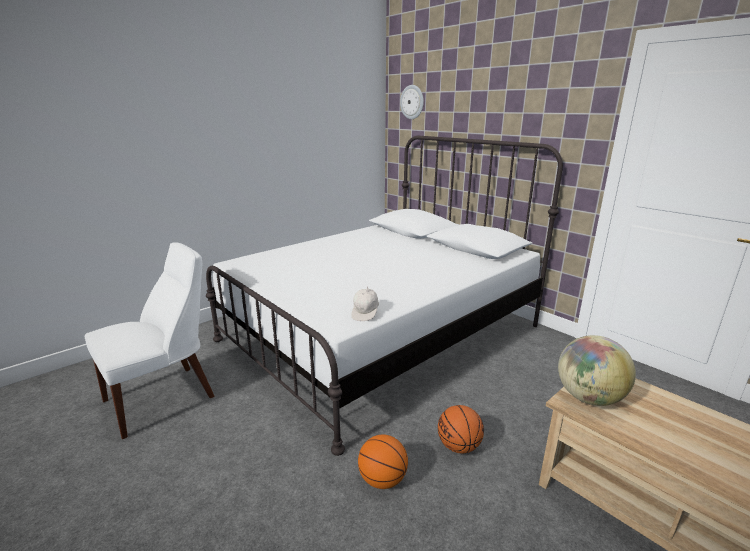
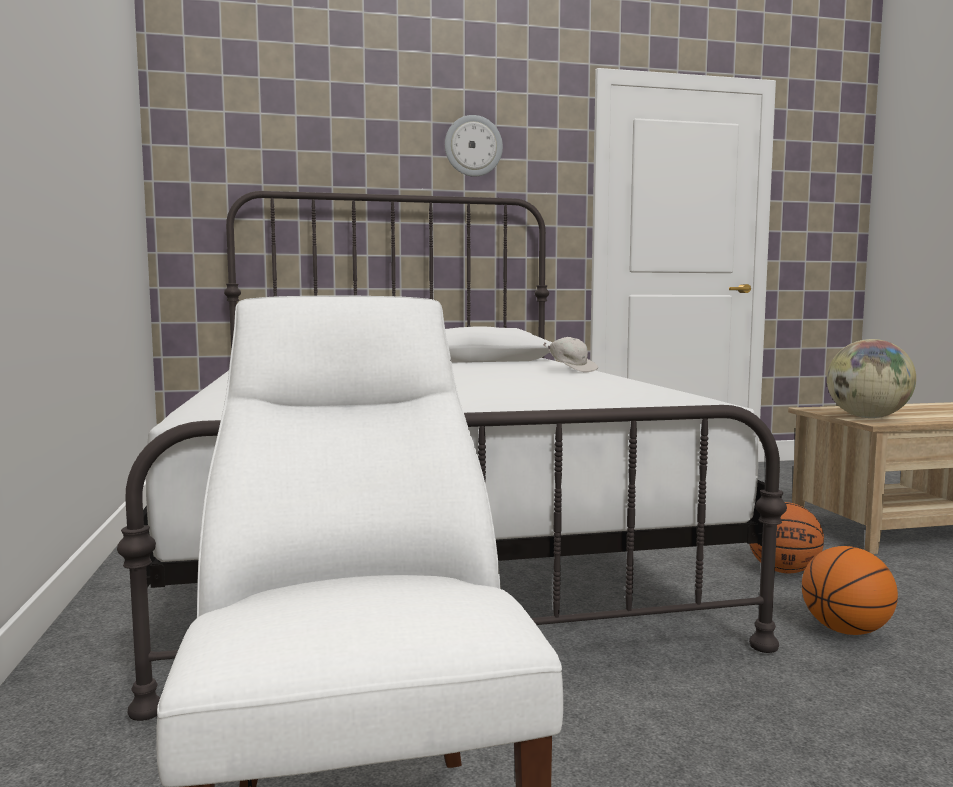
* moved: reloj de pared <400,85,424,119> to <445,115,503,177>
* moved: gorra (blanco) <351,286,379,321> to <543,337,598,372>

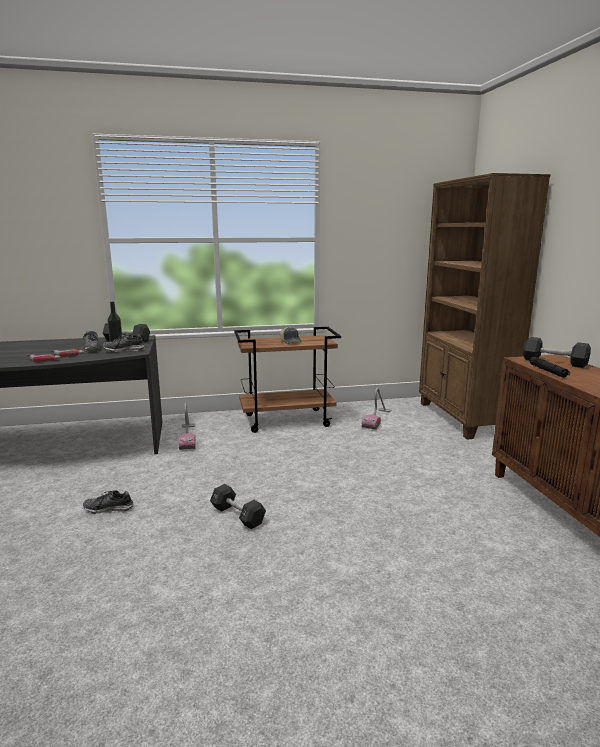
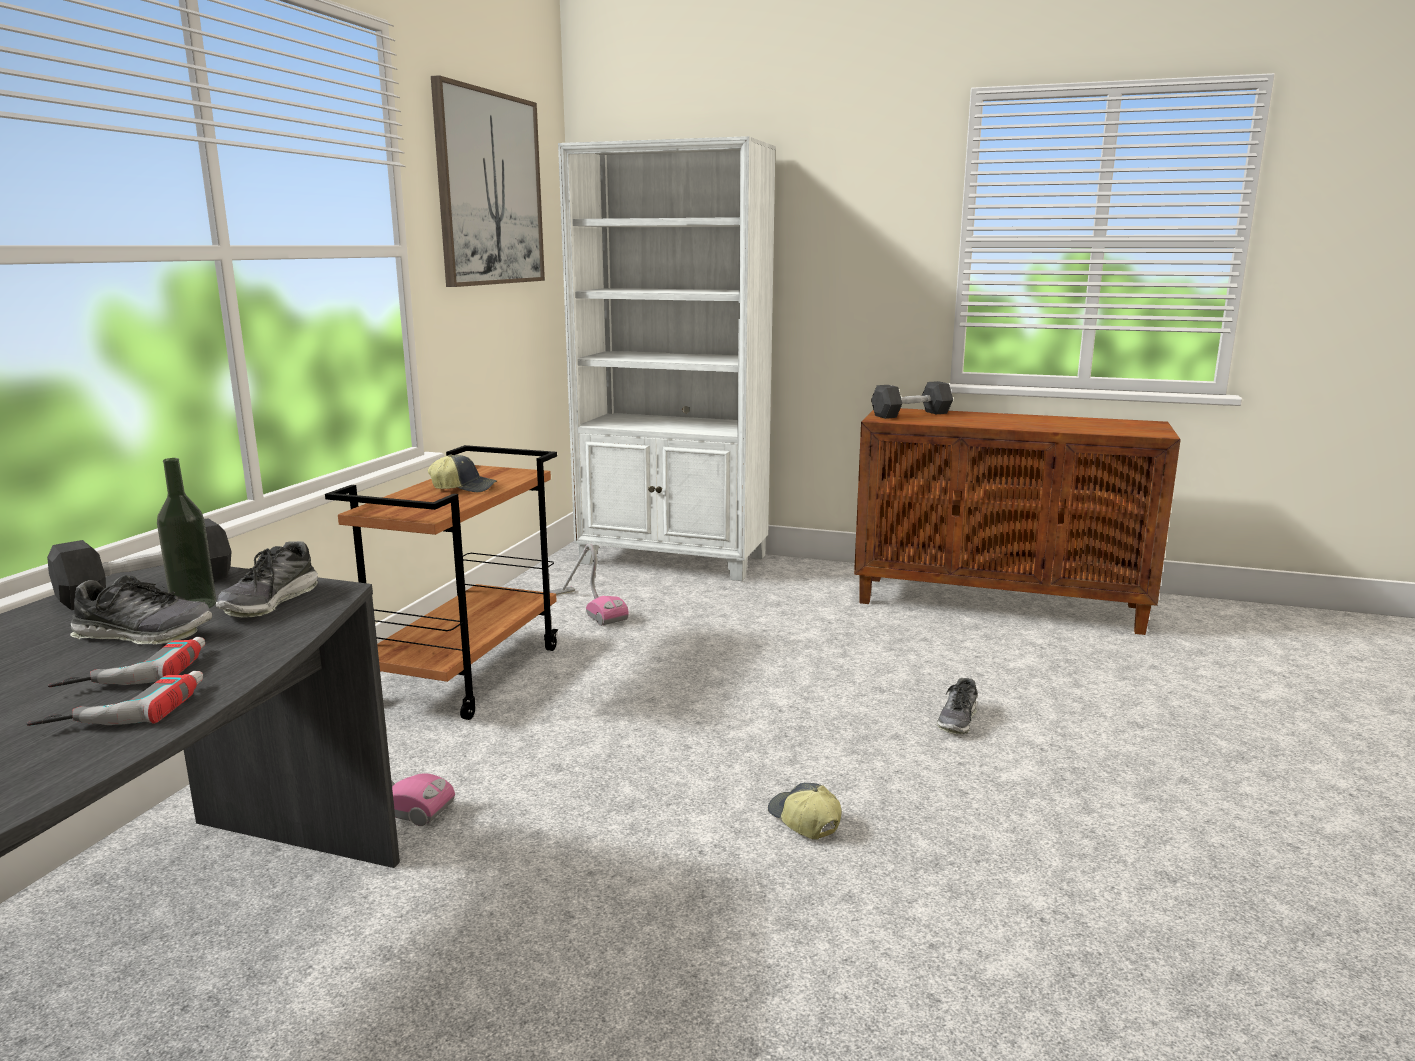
* recoloured: estantería (marrón) <419,173,550,440> to estantería (blanco) <558,136,776,581>
* removed: linterna (negro) <530,357,570,378>
* replaced: mancuerna (negro) <210,484,266,529> to gorra <768,783,842,840>
* moved: zapato <83,490,134,514> to <937,678,978,734>
* added: cuadro <431,75,545,287>

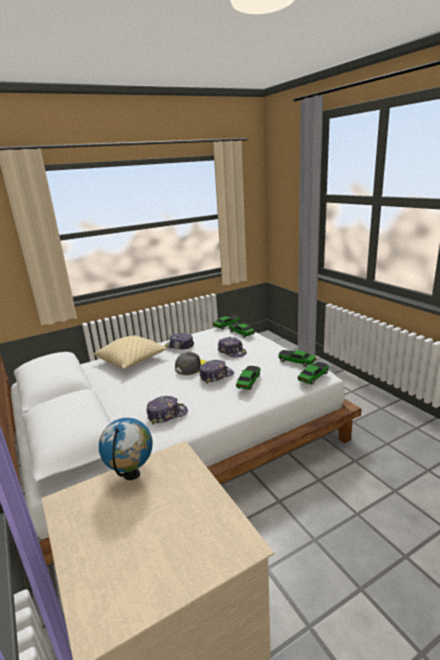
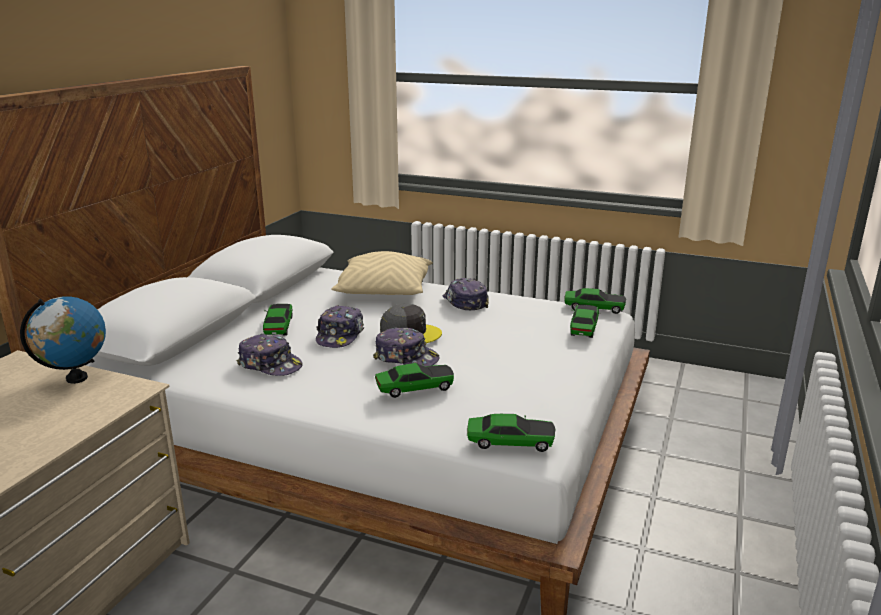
* moved: gorra <217,337,247,358> to <316,305,364,348>
* moved: coche de juguete <278,350,316,367> to <263,304,293,336>

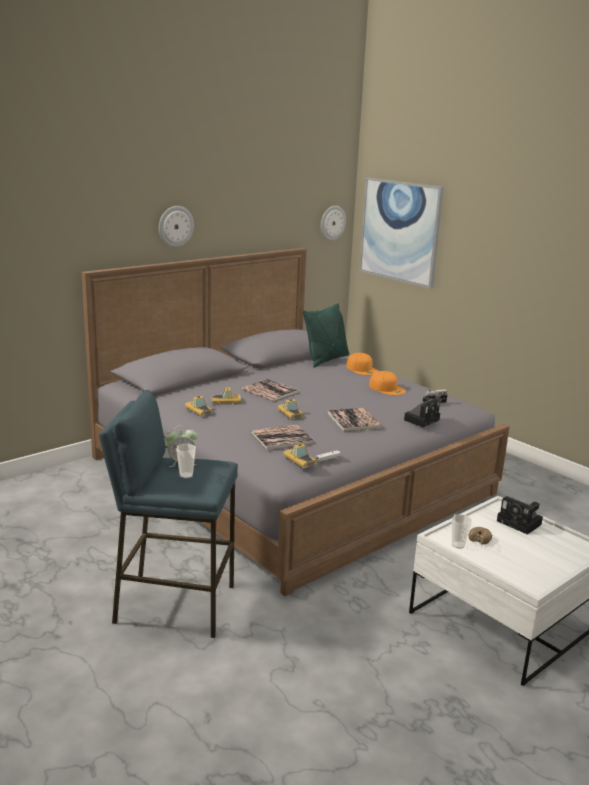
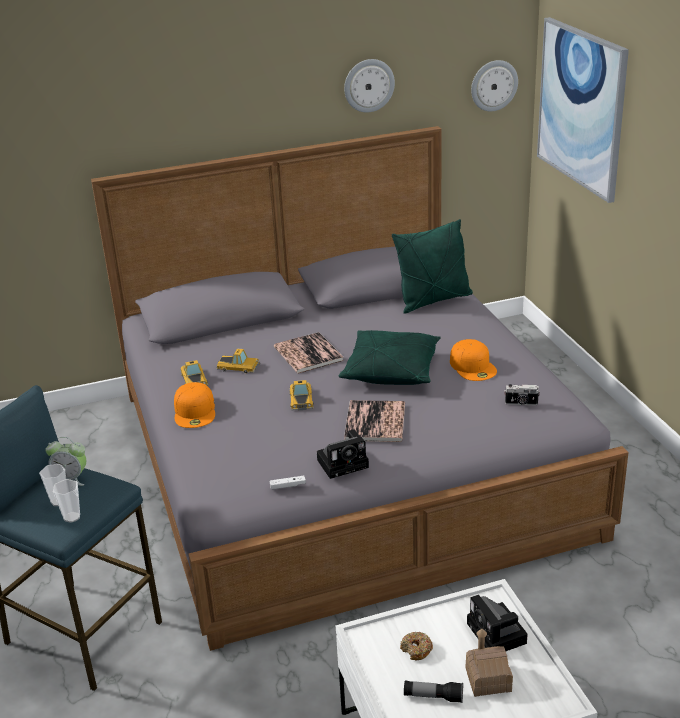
* moved: reloj de pared <159,206,194,247> to <344,59,395,112>
* moved: gorra (naranja) <346,353,378,375> to <174,382,215,428>
* moved: cámara <404,396,440,427> to <317,429,369,479>
* removed: libro <251,424,314,450>
* removed: coche de juguete <283,444,318,469>
* moved: taza <452,514,472,548> to <53,479,80,523>
* added: cojín (verde) <339,330,441,385>
* added: casita <466,629,513,697>
* added: linterna <404,681,463,703>

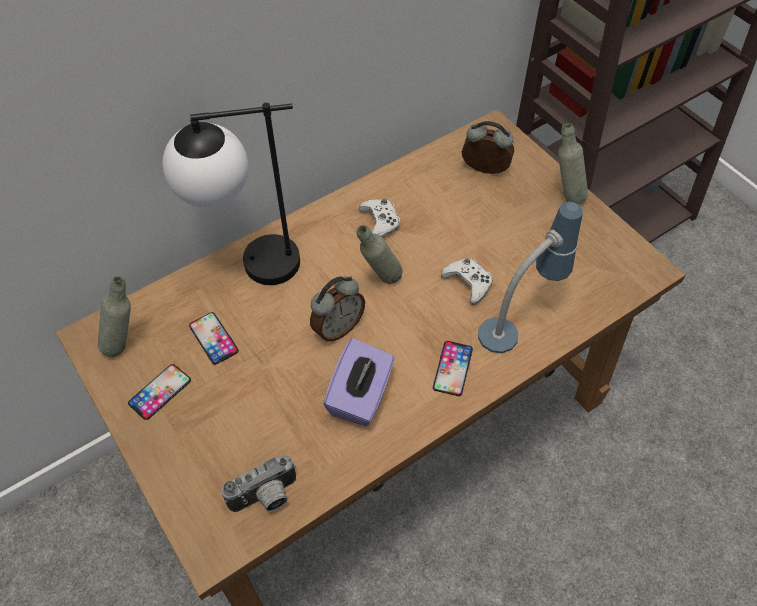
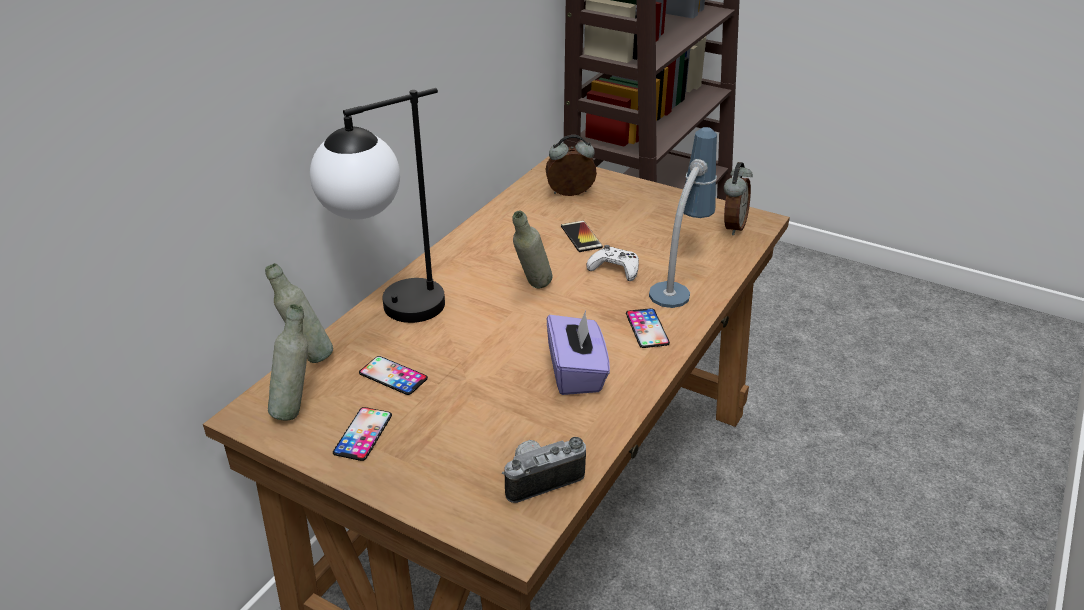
* moved: botella (gris) <558,123,588,204> to <265,263,333,363>
* removed: mando de consola (blanco) <359,199,400,238>
* moved: despertador <310,276,365,342> to <724,162,753,235>
* turned: cámara <222,455,296,512> = <502,437,586,503> 150 degrees counterclockwise
* added: móvil <561,221,603,252>

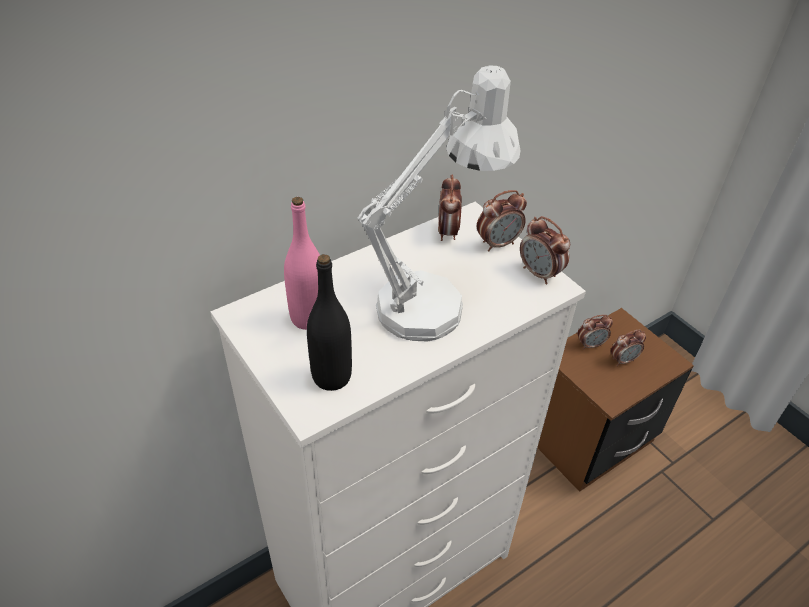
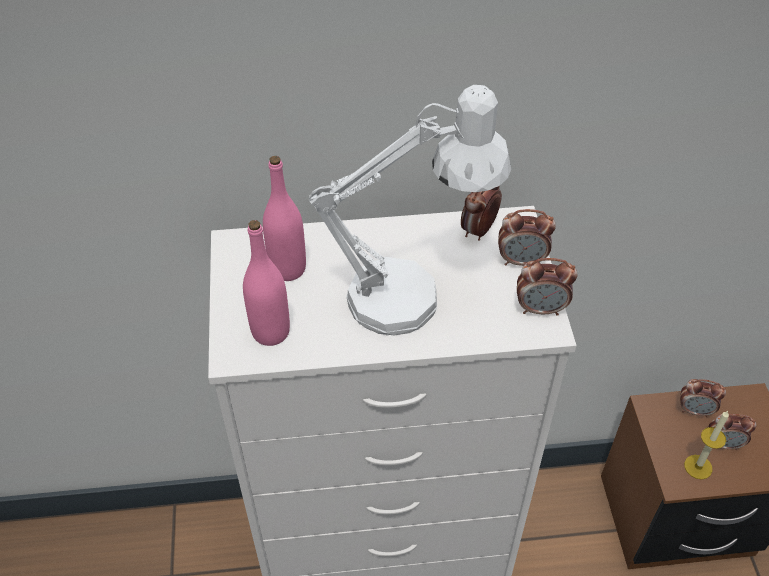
* turned: despertador <520,216,570,284> = <517,258,577,316> 75 degrees counterclockwise
* recoloured: botella (negro) <307,254,352,391> to botella (rosa) <243,220,290,346>
* added: vela <684,411,729,479>

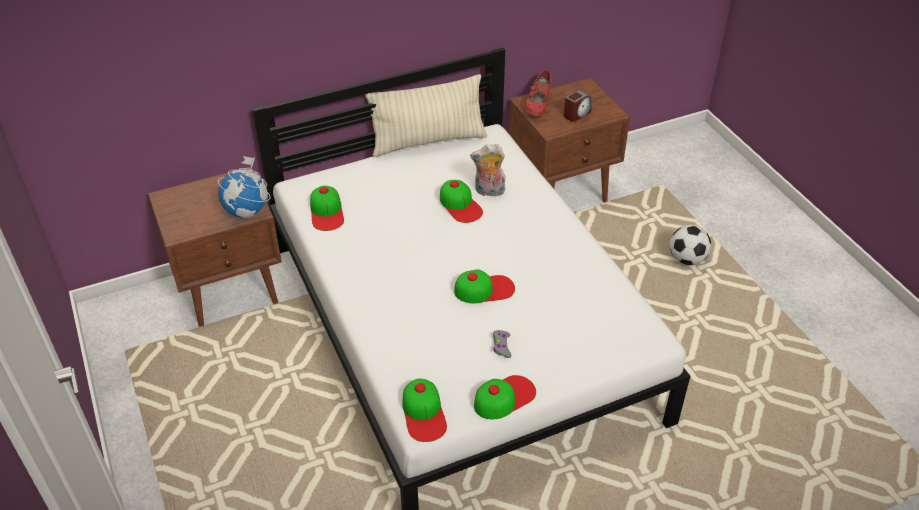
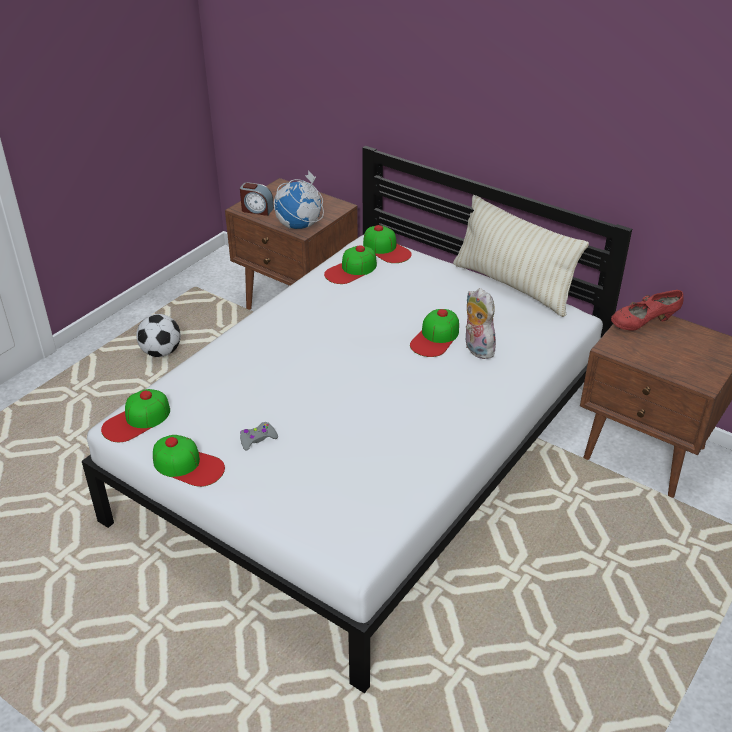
* moved: despertador <564,90,592,122> to <240,182,274,216>
* moved: balón de fútbol <670,225,711,265> to <136,314,181,357>
* moved: gorra <454,269,515,303> to <363,225,412,263>

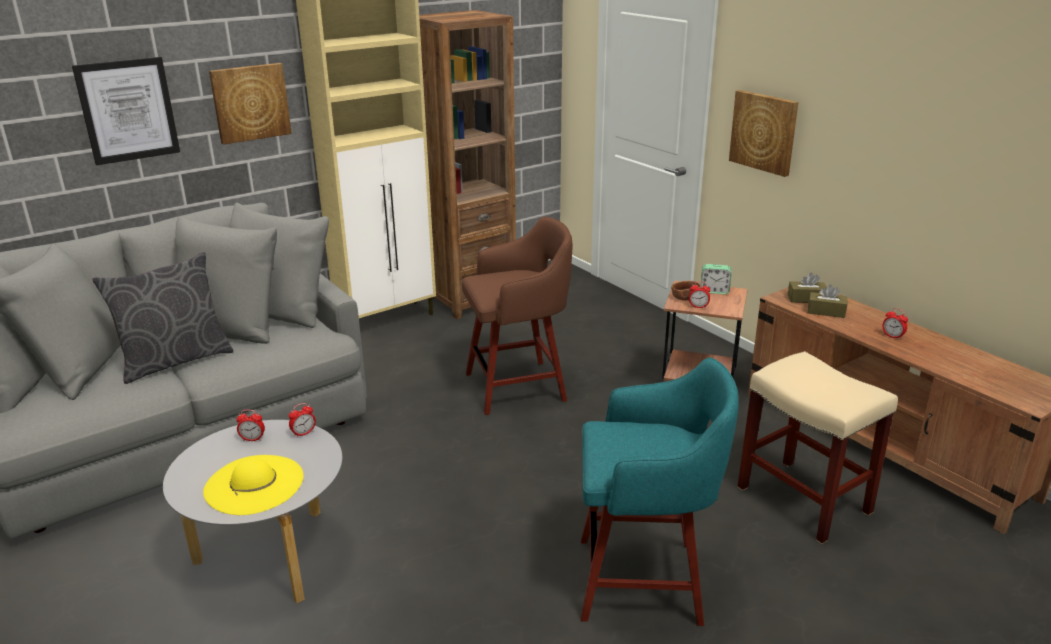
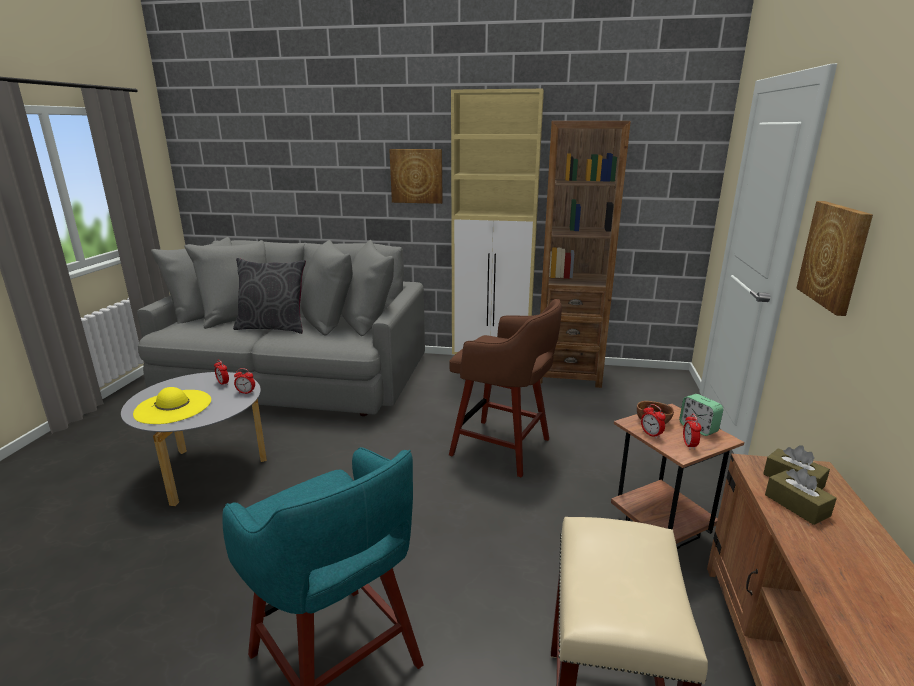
* removed: cuadro <72,57,180,165>
* moved: despertador <882,308,908,340> to <683,413,702,450>

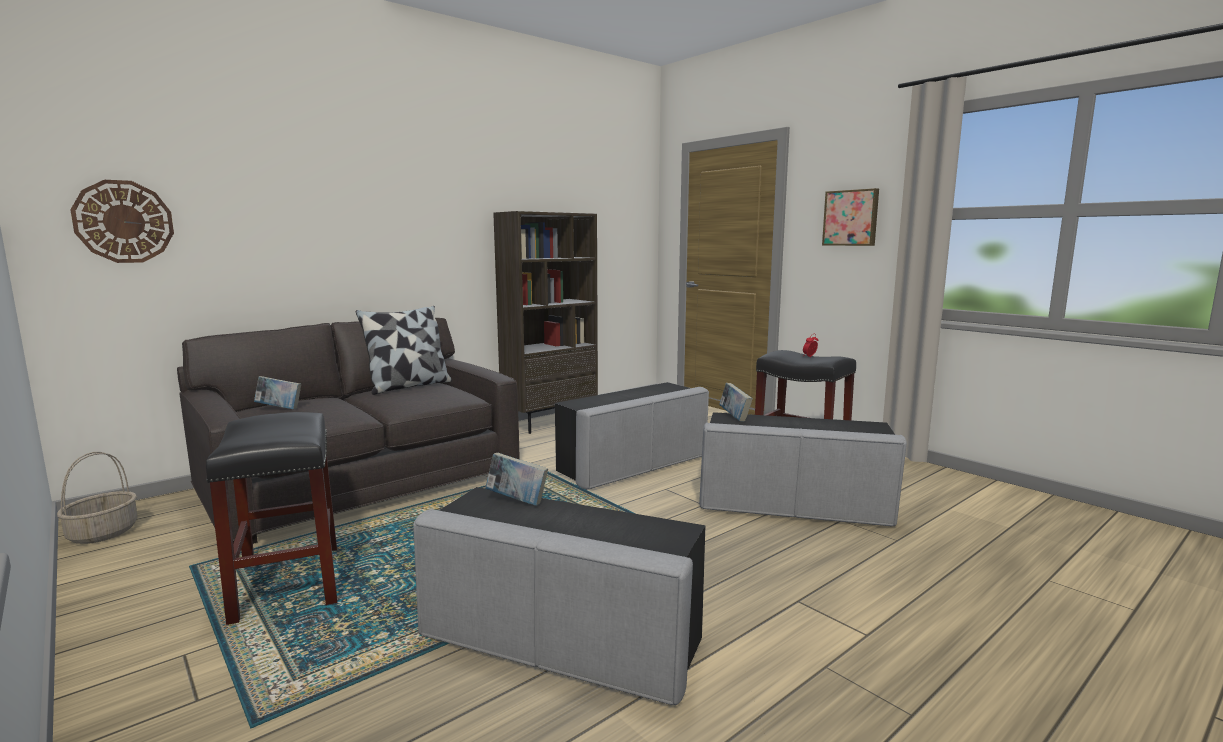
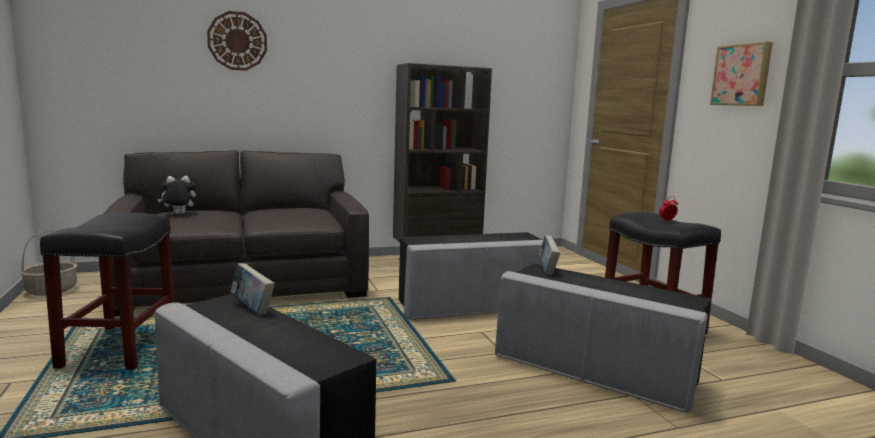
* moved: reloj de pared <70,180,174,263> to <207,11,267,71>
* removed: cojín <355,306,452,395>
* replaced: libro <254,376,301,409> to peluche <157,176,196,214>

